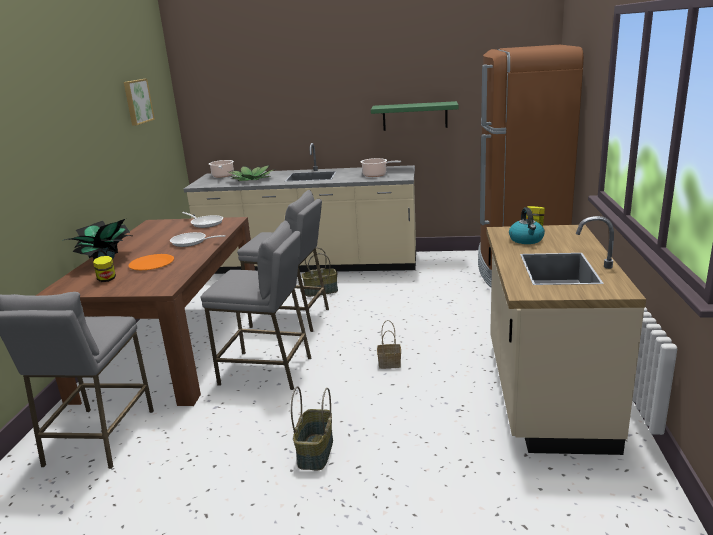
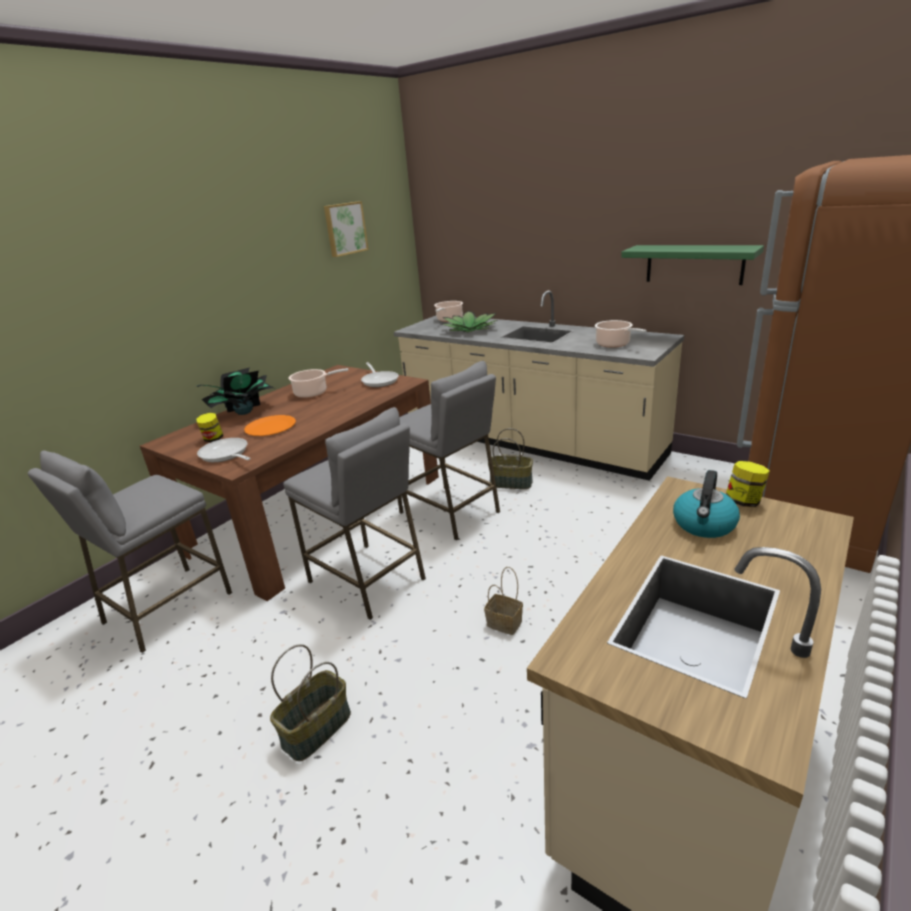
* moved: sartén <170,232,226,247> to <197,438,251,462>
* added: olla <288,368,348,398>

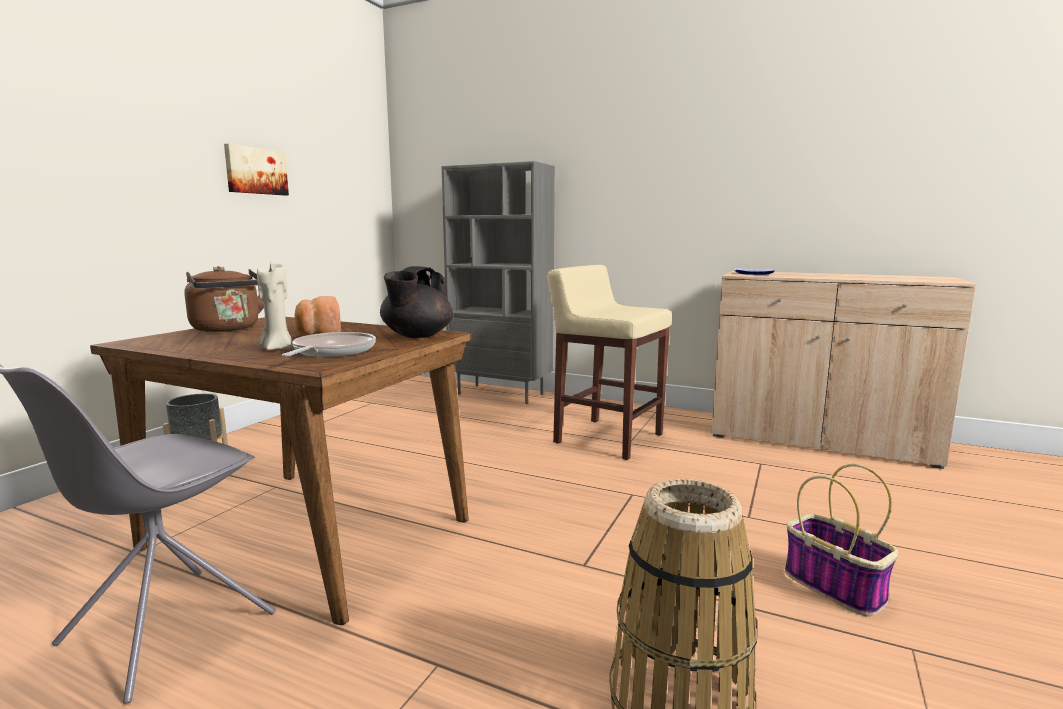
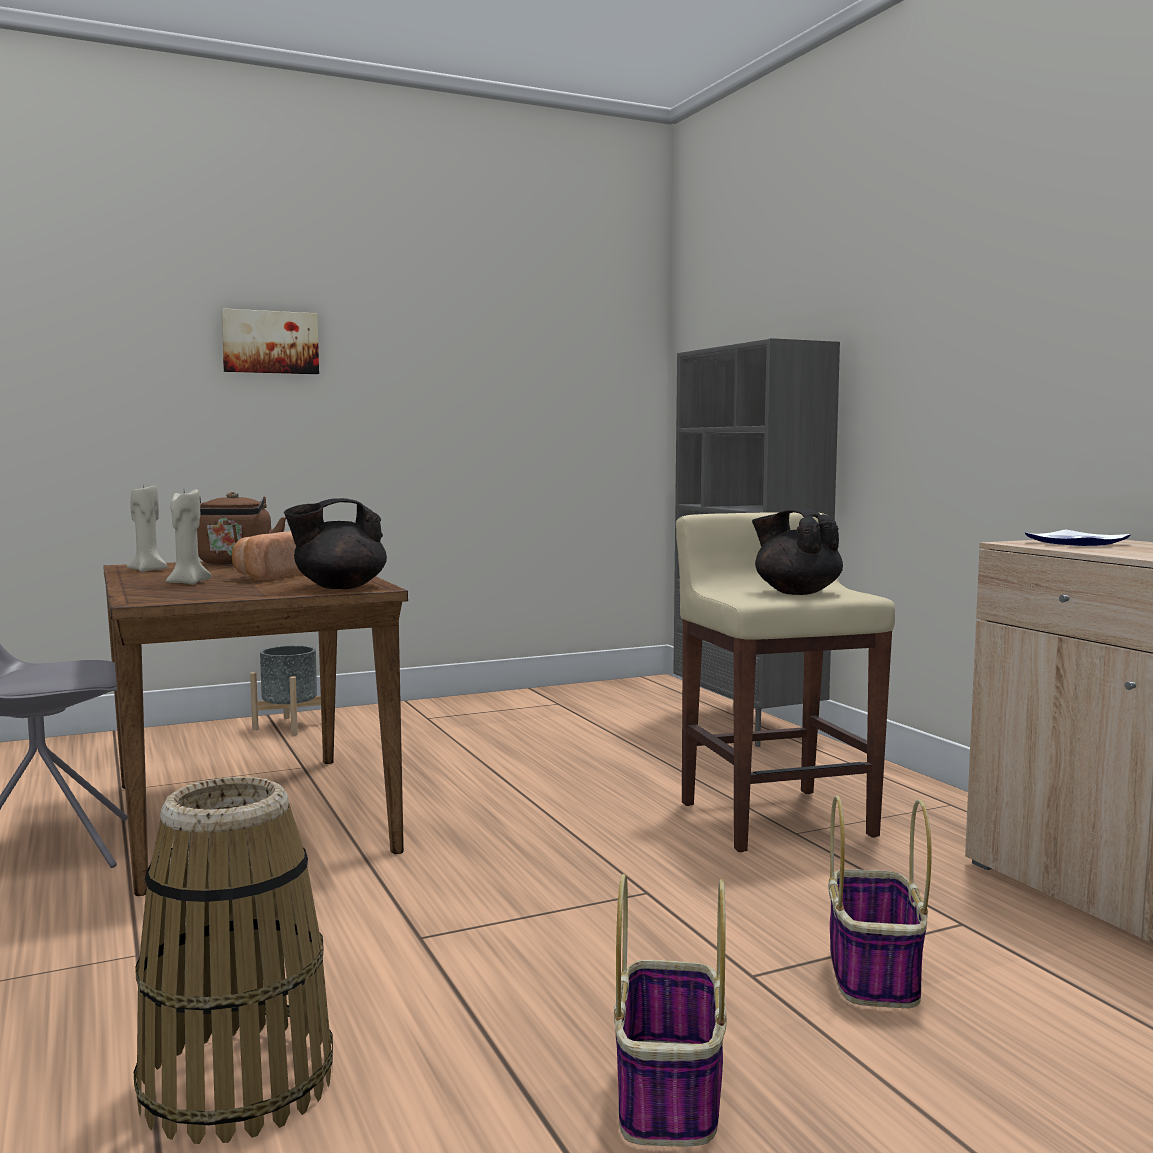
* moved: cuadro <224,143,289,195> to <221,308,319,374>
* removed: sartén <282,332,376,357>
* added: vela (beis) <127,485,168,572>
* added: tetera (negro) <752,508,843,595>
* added: cesta <828,795,932,1008>

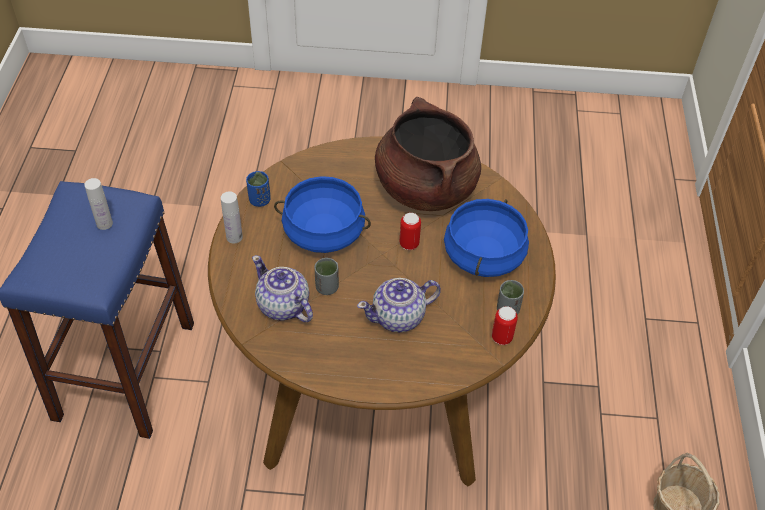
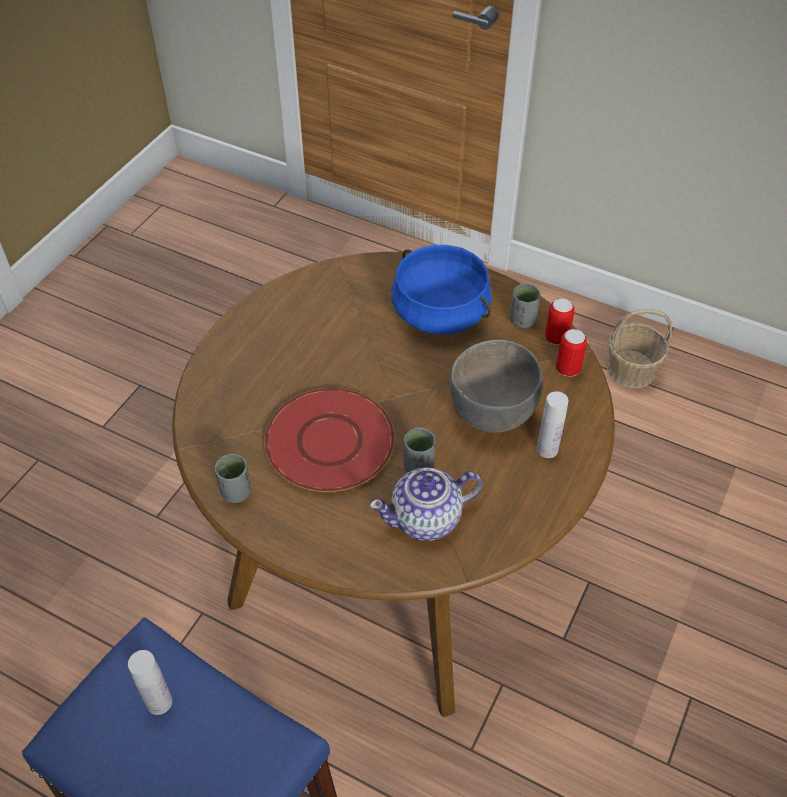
* removed: olla (marrón) <375,97,481,211>
* recoloured: taza (azul) <246,171,271,207> to taza (gris) <215,454,251,503>
* replaced: olla (azul) <274,176,371,253> to plato (rojo) <264,388,395,492>
* moved: botella (blanco) <221,191,243,243> to <537,391,568,458>
* moved: lata <399,213,421,250> to <556,329,587,377>
* replaced: tetera <357,278,441,332> to cuenco (gris) <450,340,543,433>

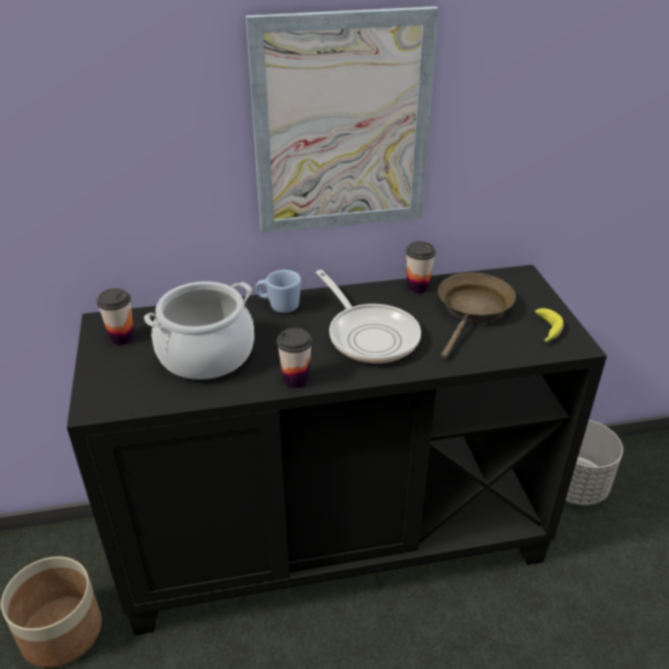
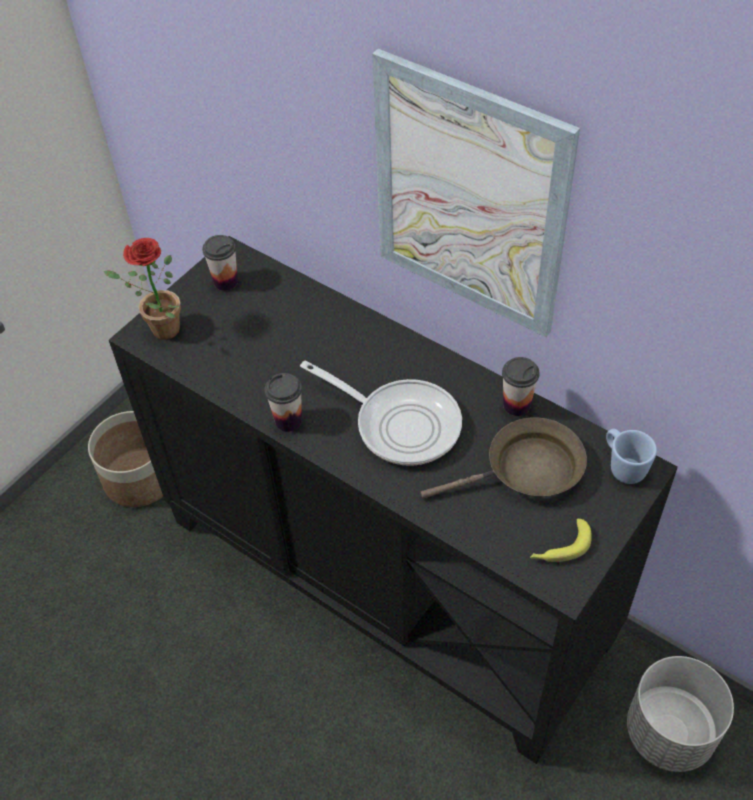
* moved: taza grande (azul) <256,270,301,313> to <606,429,657,484>
* turned: sartén <316,270,421,363> = <300,361,462,466> 75 degrees counterclockwise
* removed: olla <144,281,254,380>
* added: planta en maceta <103,238,181,340>

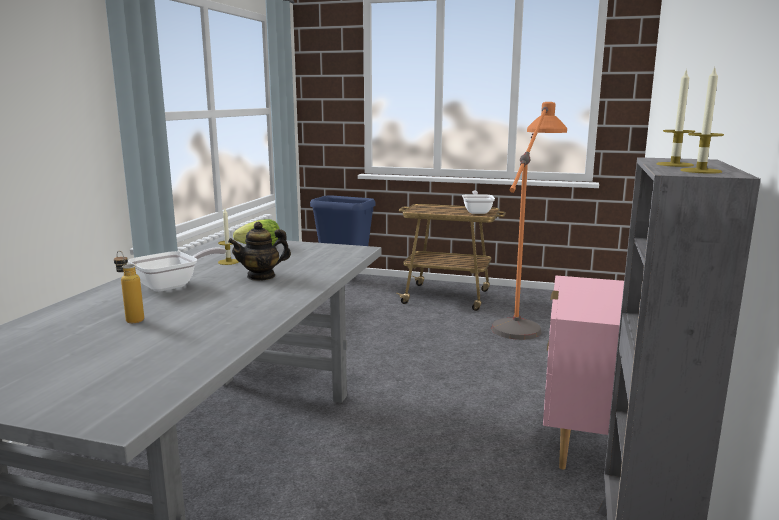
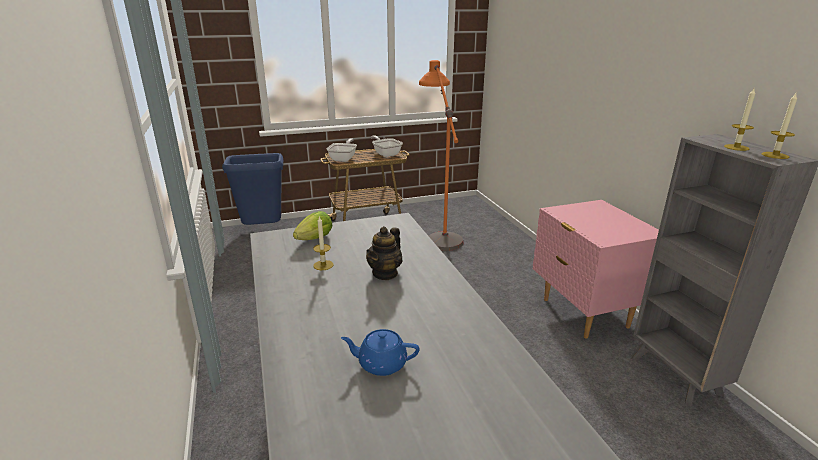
* moved: sartén <128,247,226,292> to <326,138,357,162>
* replaced: botella <114,251,144,323> to tetera (azul) <341,329,419,376>

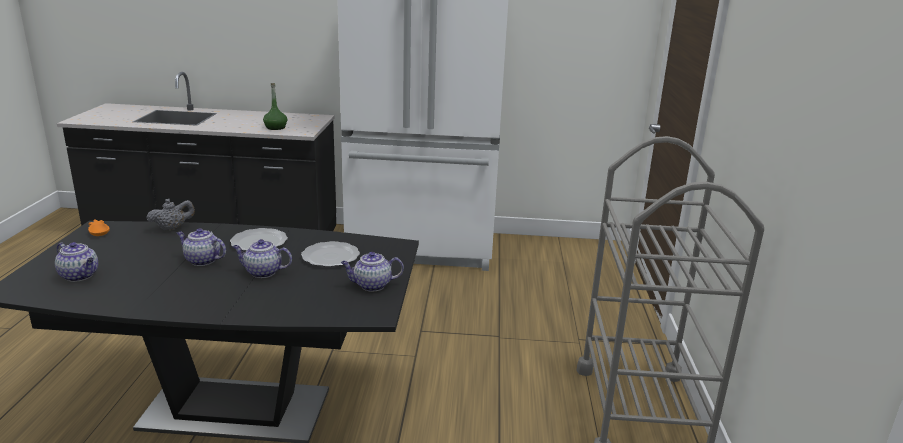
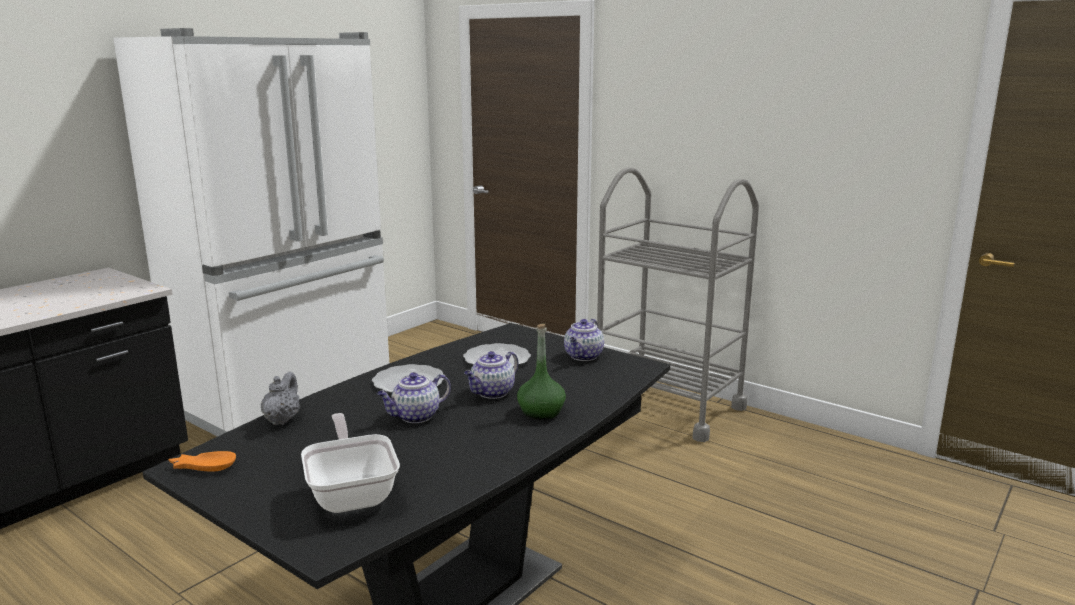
* moved: botella (verde) <263,83,287,130> to <517,324,566,420>
* replaced: tetera <55,242,98,282> to sartén <301,413,400,513>

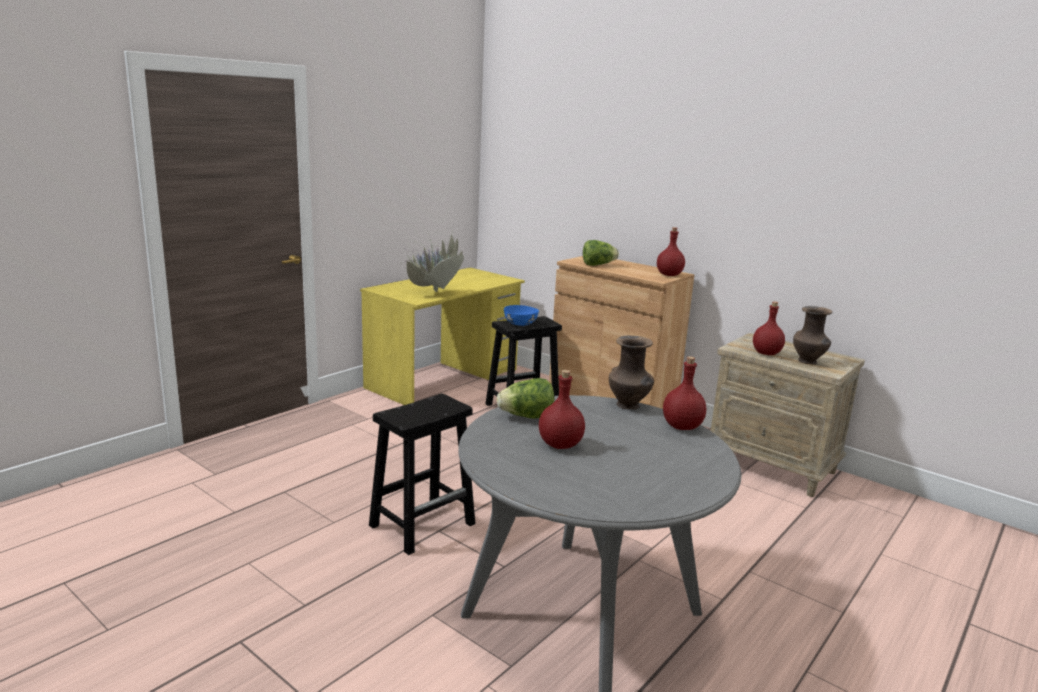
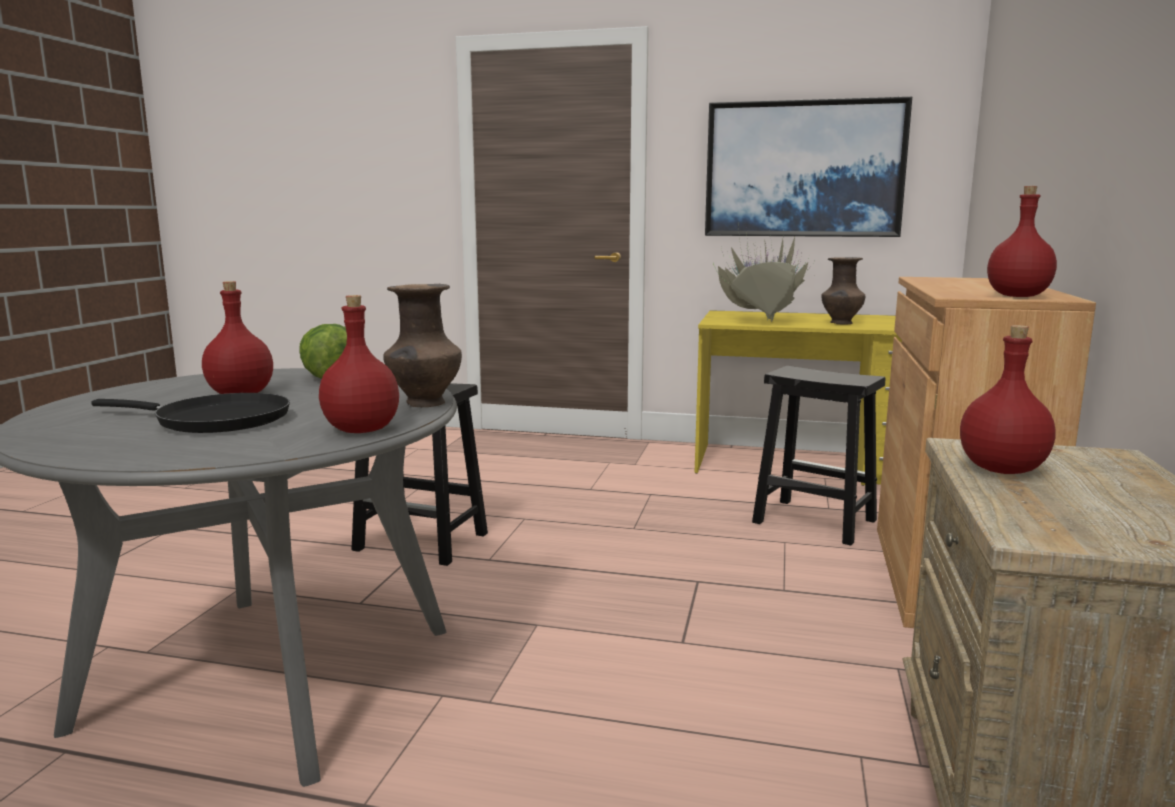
* removed: lechuga <583,240,619,266>
* removed: cuenco (azul) <504,305,539,326>
* moved: florero (marrón) <793,306,832,365> to <821,257,865,324>
* added: cuadro <705,96,912,237>
* added: sartén (negro) <91,393,290,433>

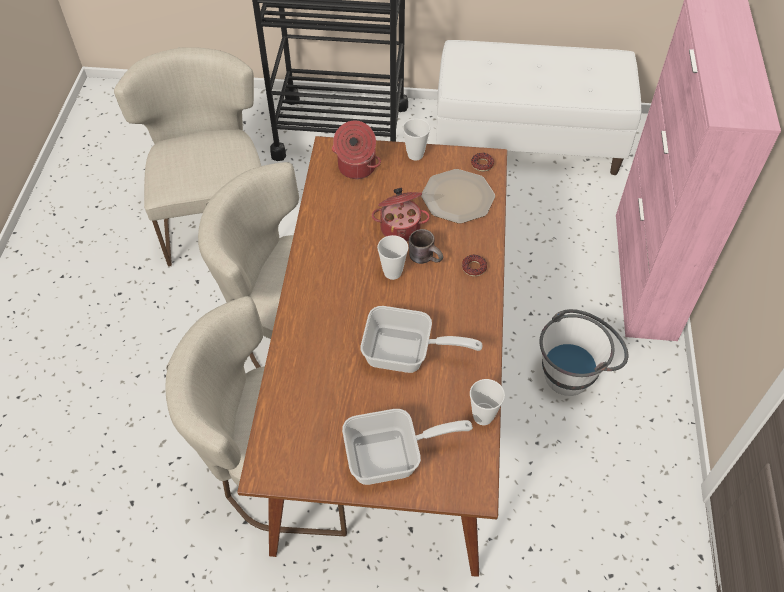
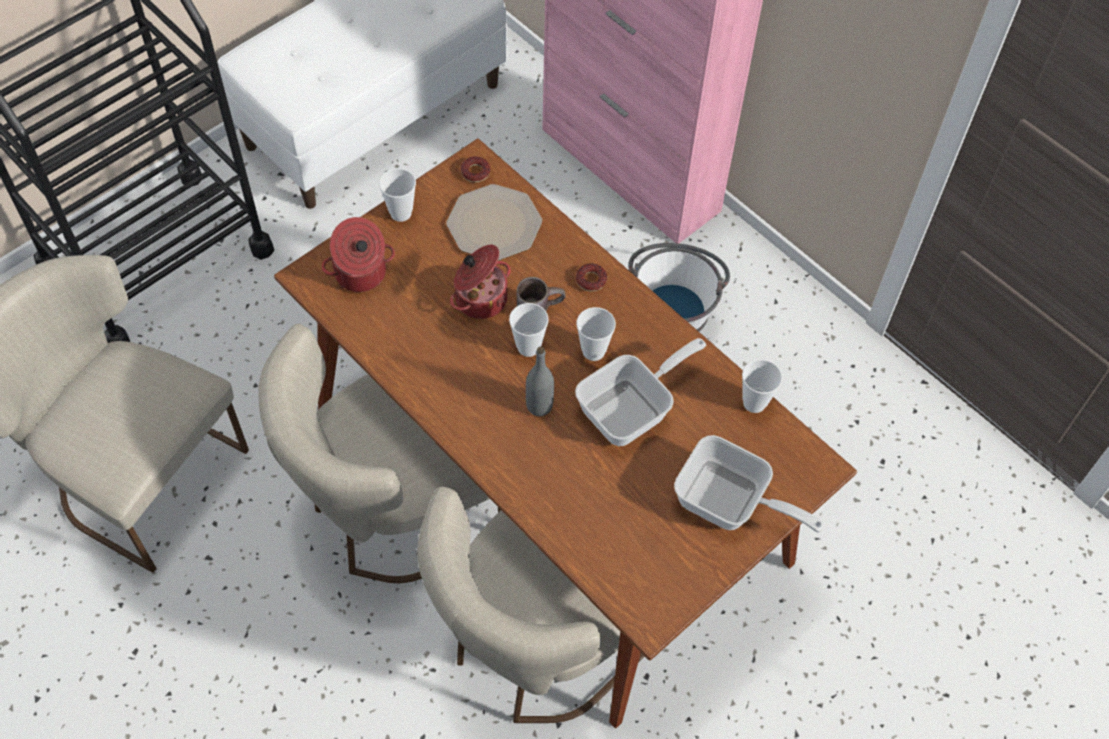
* turned: sartén <342,409,473,485> = <674,435,824,533> 90 degrees clockwise
* added: taza <576,307,616,361>
* added: botella (gris) <526,347,554,416>

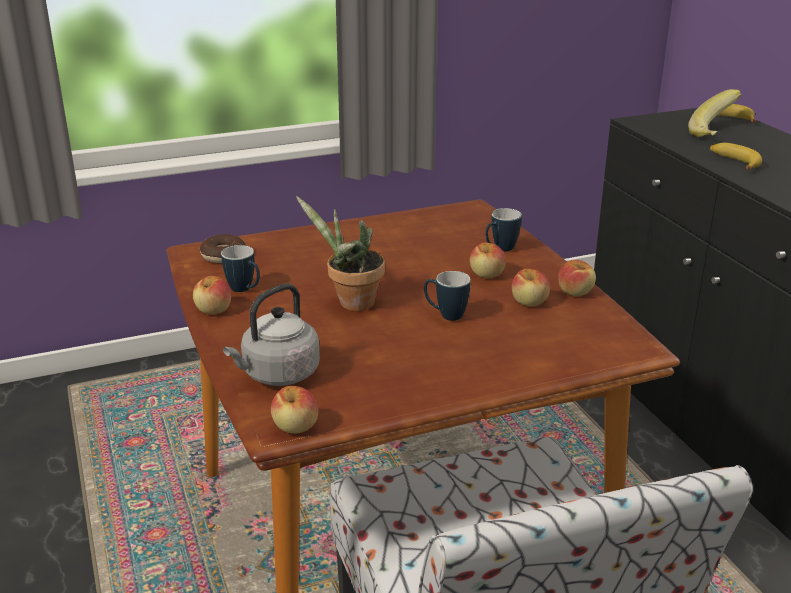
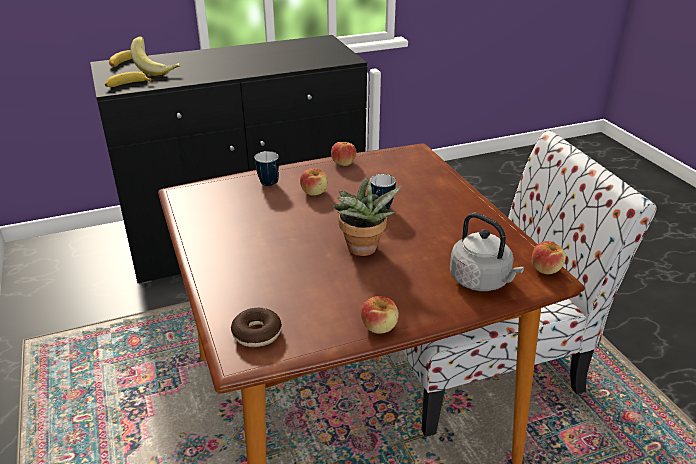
* moved: plátano <710,143,762,170> to <105,72,154,87>
* removed: taza grande <221,245,260,292>
* removed: manzana <512,269,550,306>

